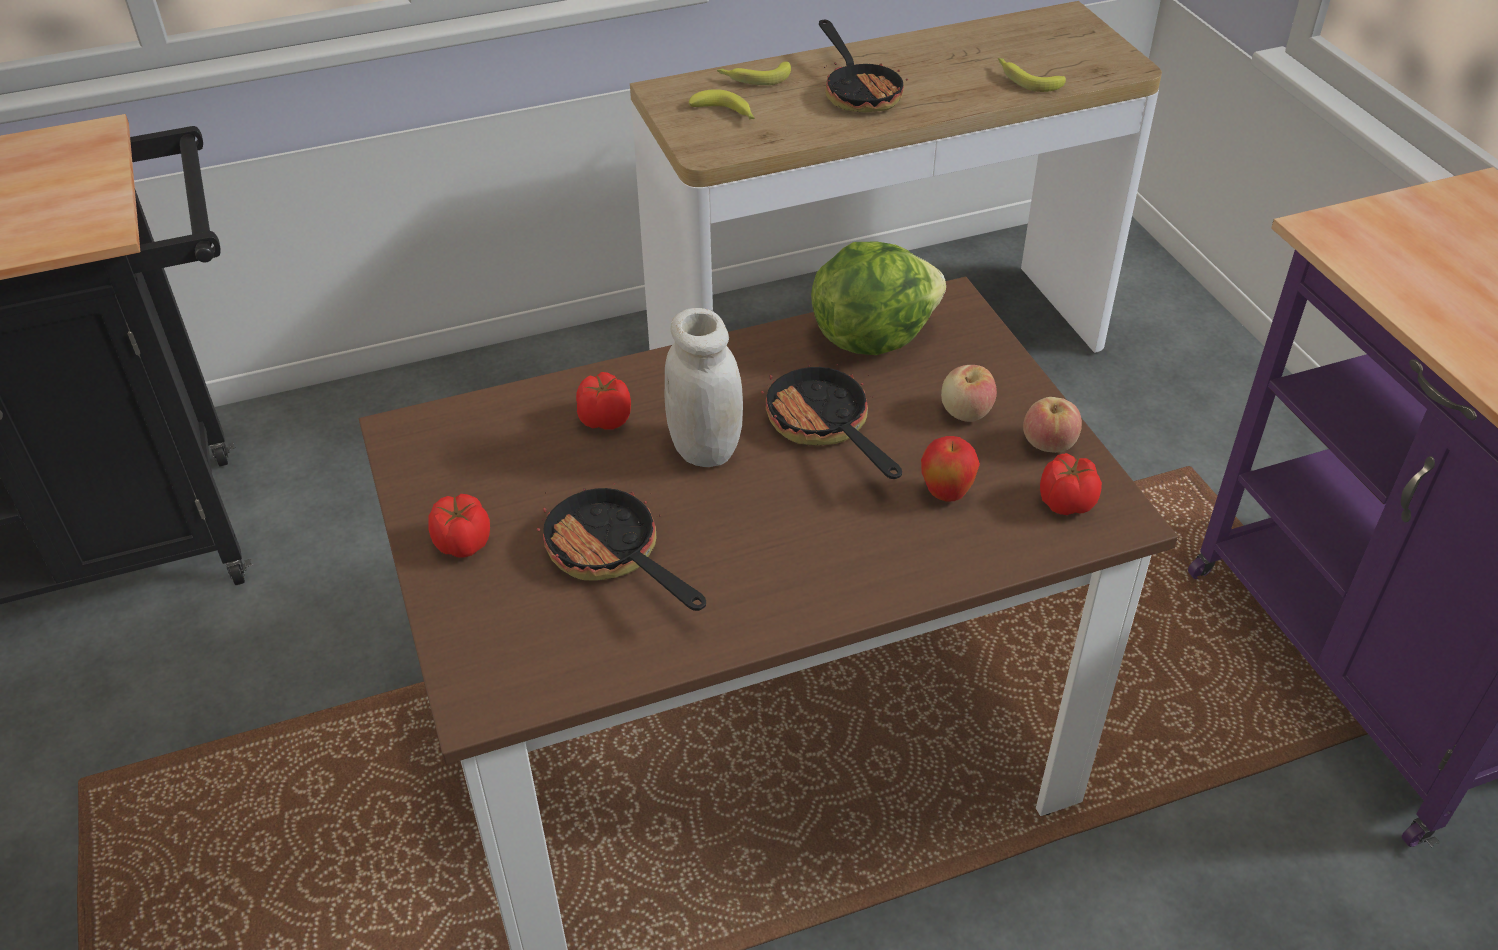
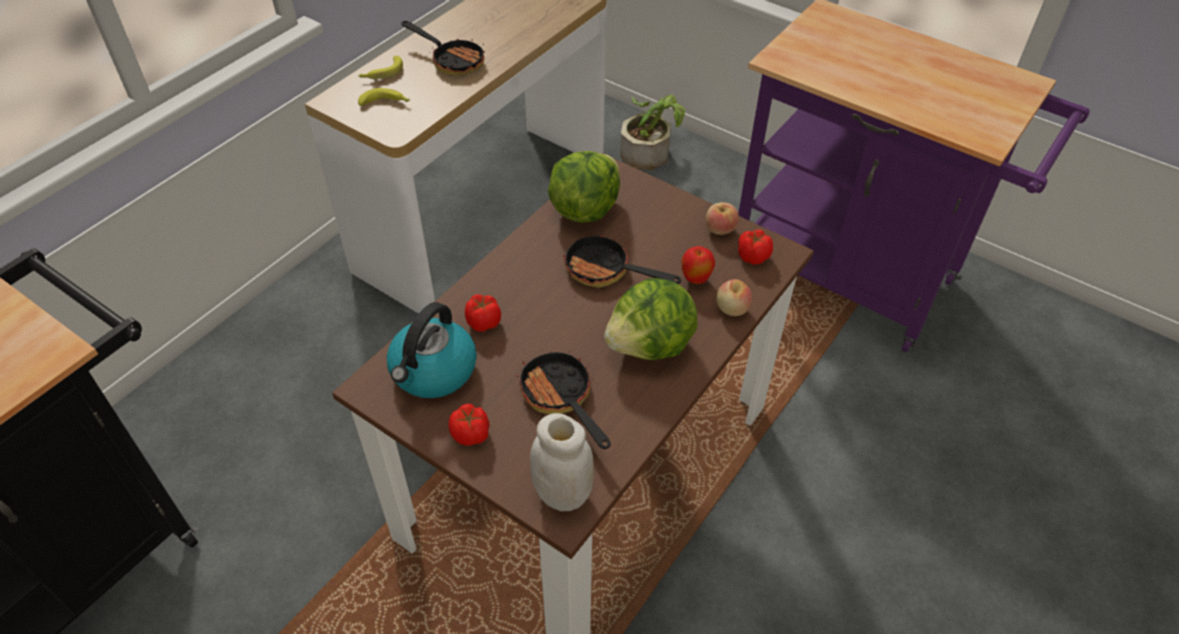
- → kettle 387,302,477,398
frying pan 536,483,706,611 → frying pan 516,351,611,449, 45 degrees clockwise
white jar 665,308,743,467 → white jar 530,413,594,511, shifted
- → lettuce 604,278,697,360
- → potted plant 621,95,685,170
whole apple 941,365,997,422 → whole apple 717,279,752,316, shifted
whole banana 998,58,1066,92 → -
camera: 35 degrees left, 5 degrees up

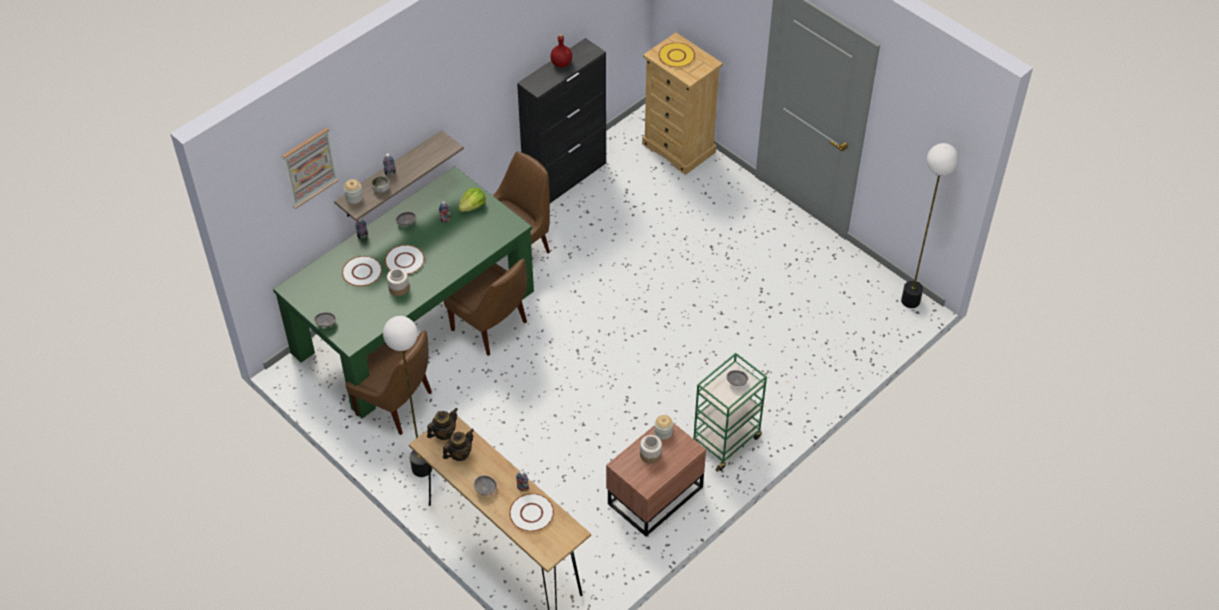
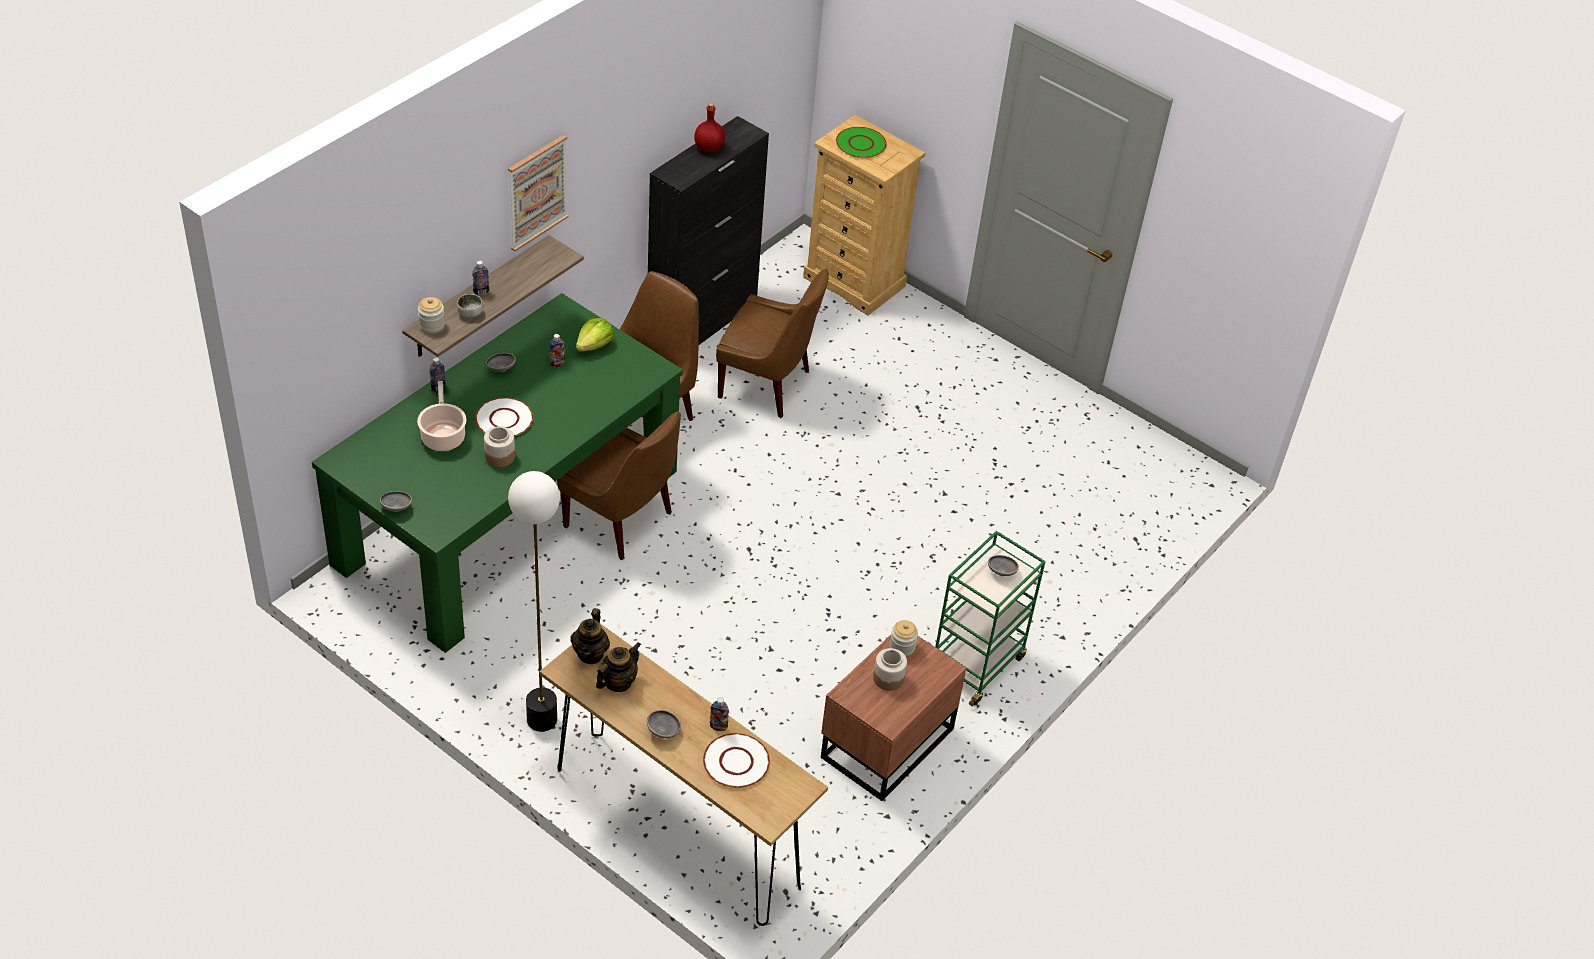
white flat dish 342,256,382,286 → cooking pot 417,381,466,451
wall art 282,127,339,209 → wall art 508,135,568,251, shifted
teapot 427,408,458,440 → teapot 570,608,610,664, 150 degrees clockwise
brown-coloured upright chair 346,330,432,435 → brown-coloured upright chair 716,268,829,418, shifted
yellow-coloured flat dish 659,42,695,68 → green flat dish 836,127,887,158
standard lamp 901,143,959,308 → -
camera: 10 degrees left, 5 degrees down

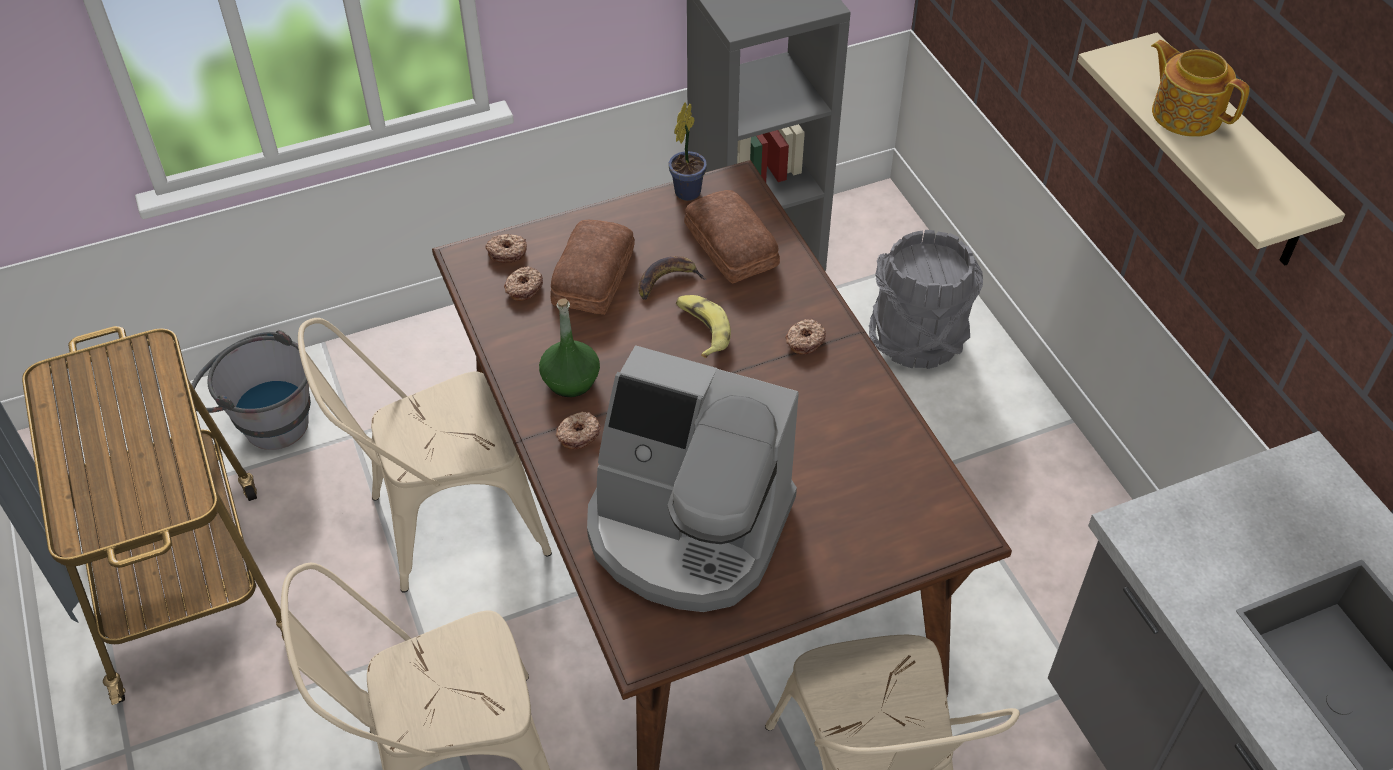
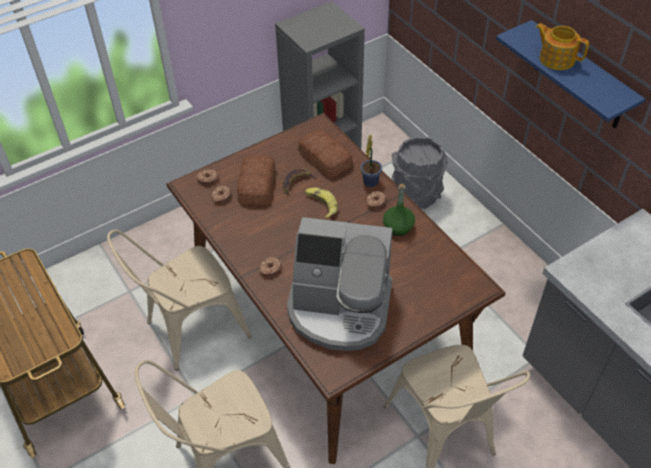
potted plant 669,102,707,201 → potted plant 361,135,382,187, shifted
green drink bottle 539,298,600,397 → green drink bottle 383,184,415,236, shifted
sand-coloured wall shelf 1078,33,1345,266 → bluish wall shelf 496,20,645,128
grey bucket 191,330,311,450 → -
camera: 10 degrees left, 0 degrees up

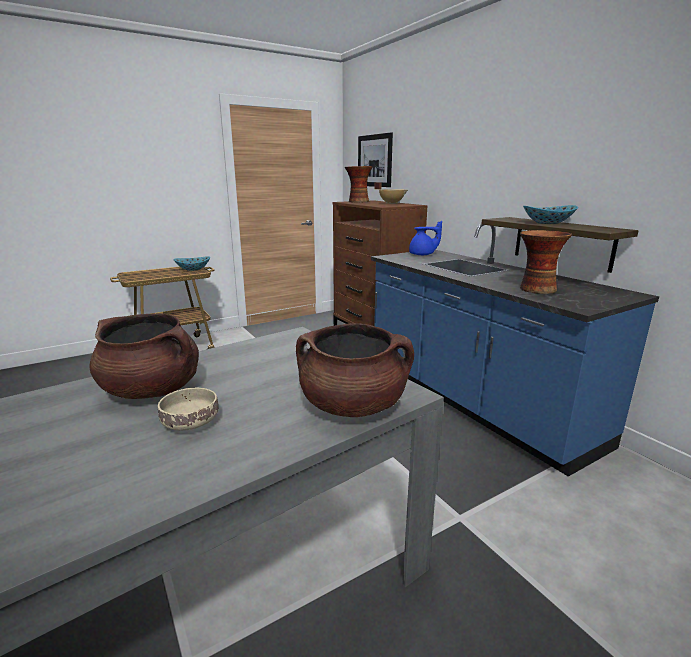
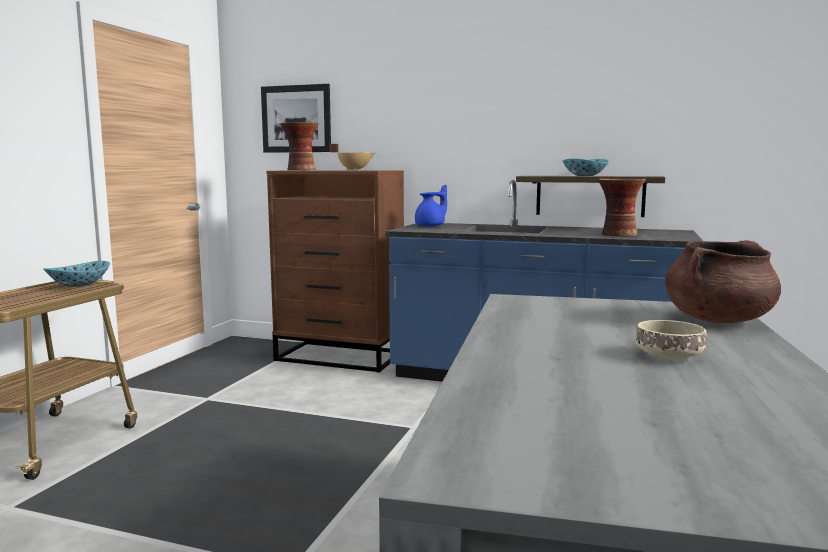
brown-coloured cooking pot 90,313,199,399 → -
camera: 40 degrees left, 10 degrees down

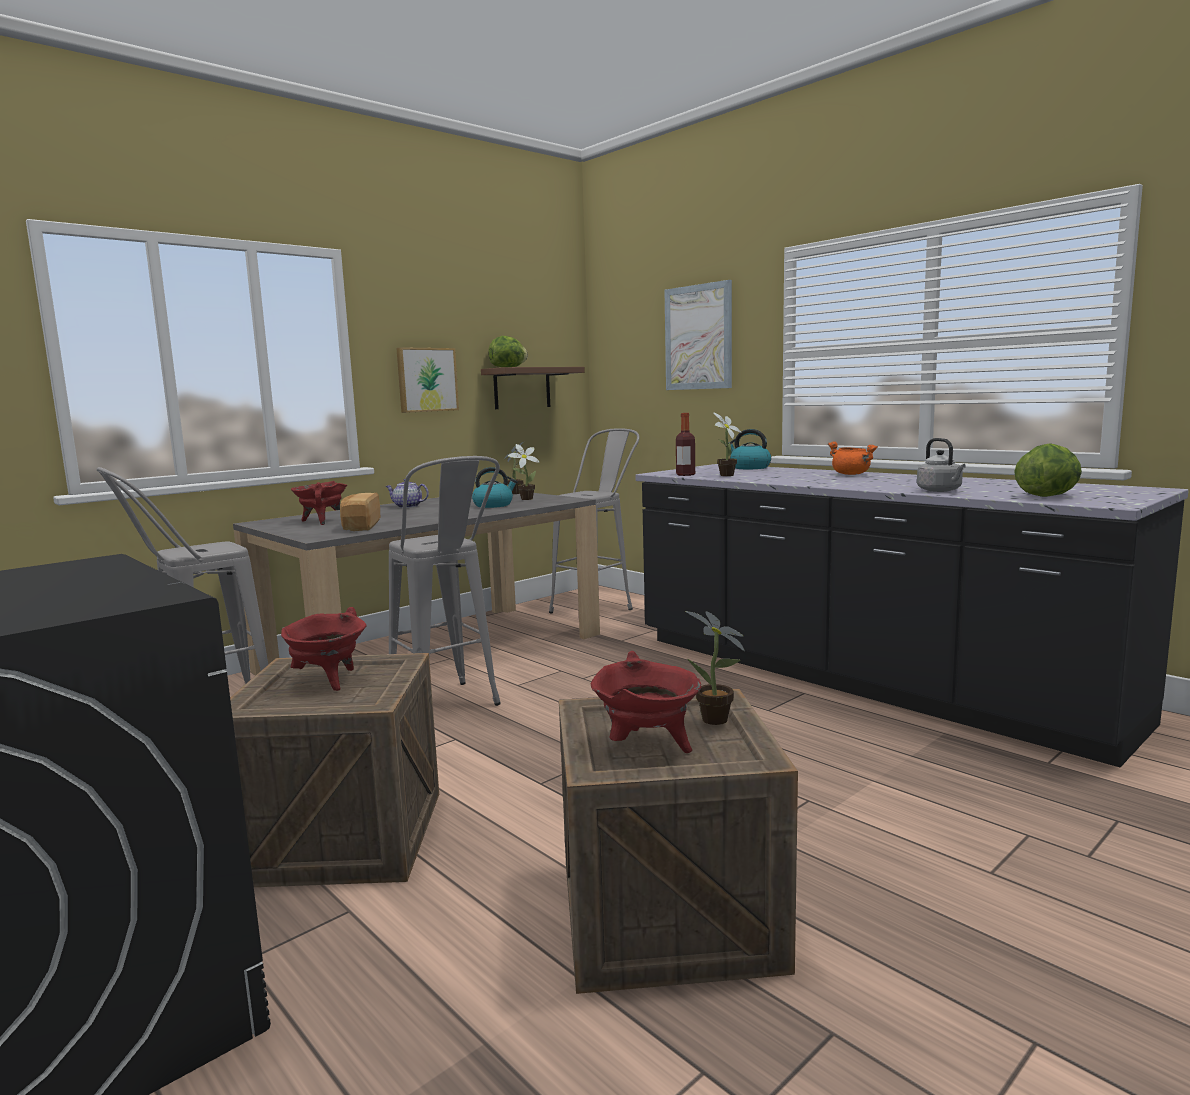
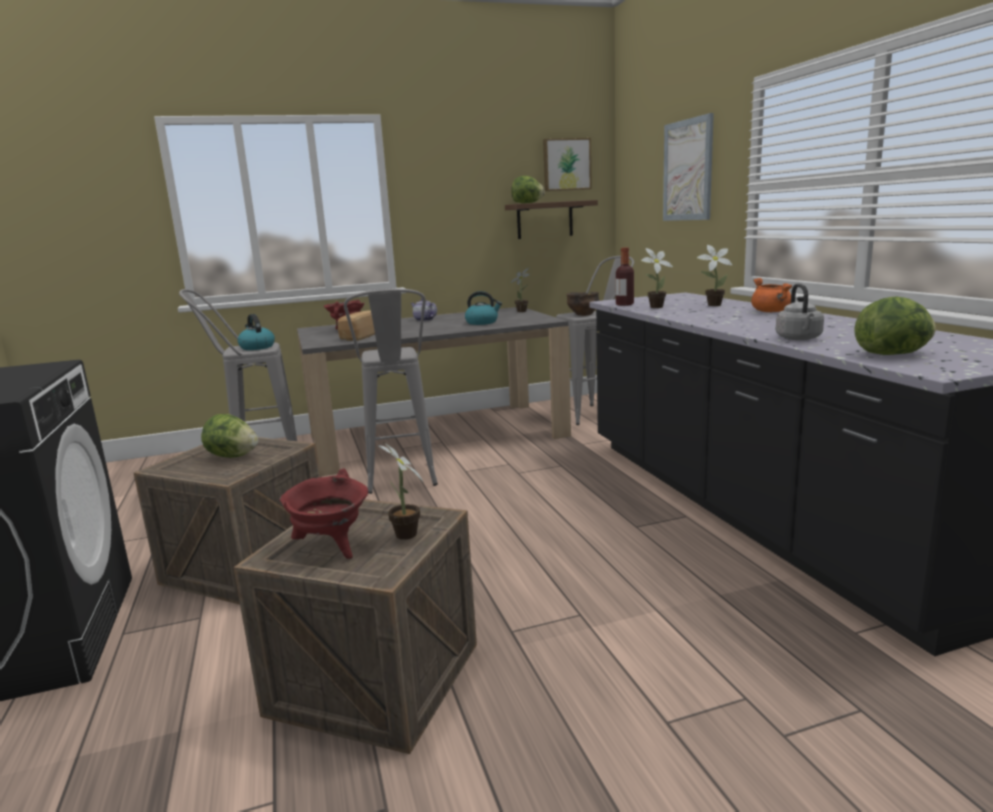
red cooking pot 281,607,367,691 → lettuce 201,414,258,458
kettle 725,429,771,469 → kettle 237,314,275,350, shifted
wall art 396,347,459,413 → wall art 543,138,592,191, shifted
- → bowl 566,292,600,316
potted plant 508,444,540,500 → potted plant 697,245,732,306, shifted
camera: 25 degrees right, 5 degrees up

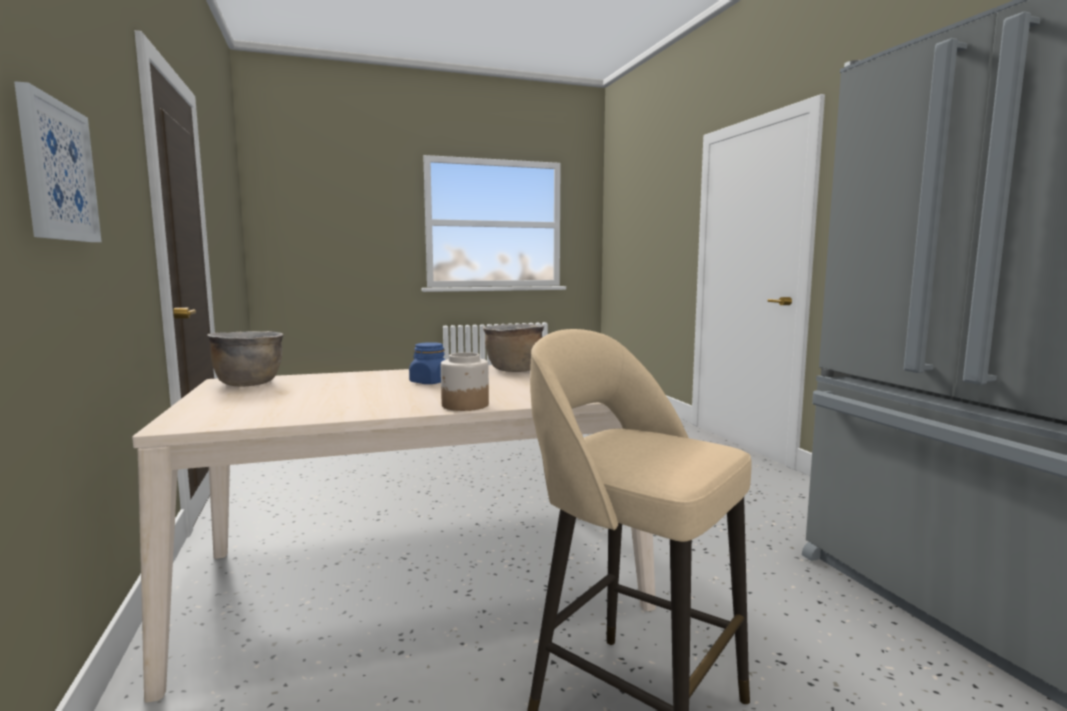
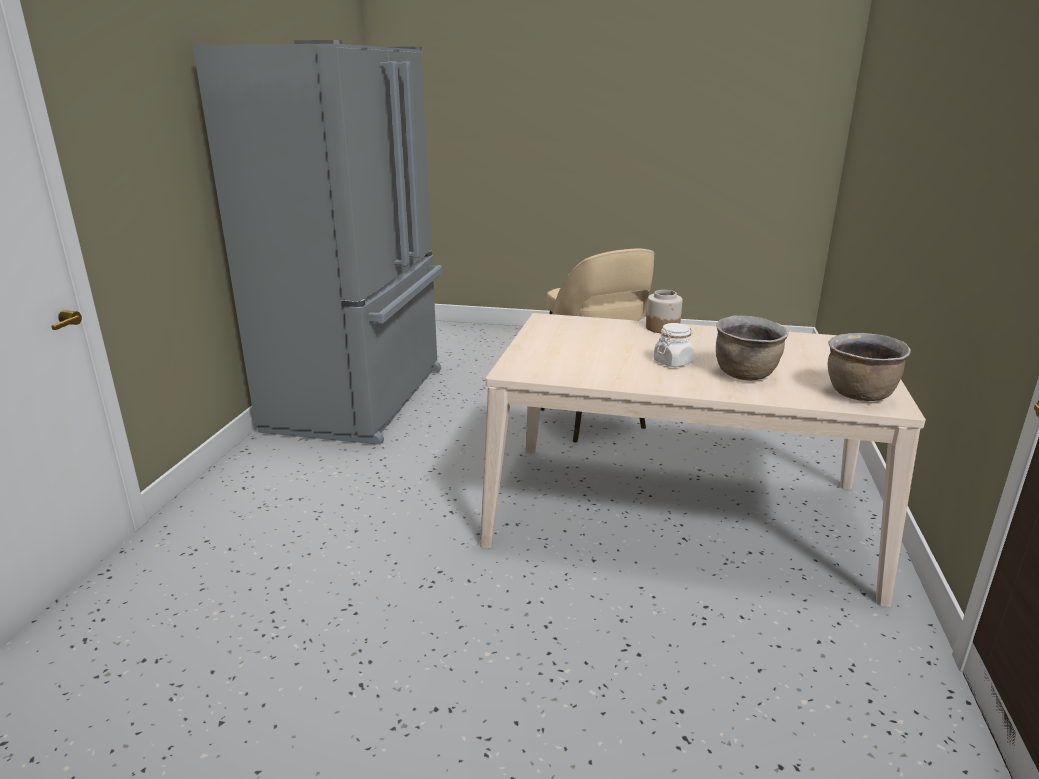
bluish jar 409,342,445,384 → white jar 654,323,694,367
brown-coloured cooking pot 483,324,544,372 → brown-coloured cooking pot 716,315,789,381, shifted
wall art 14,81,102,242 → -
camera: 150 degrees left, 15 degrees up

